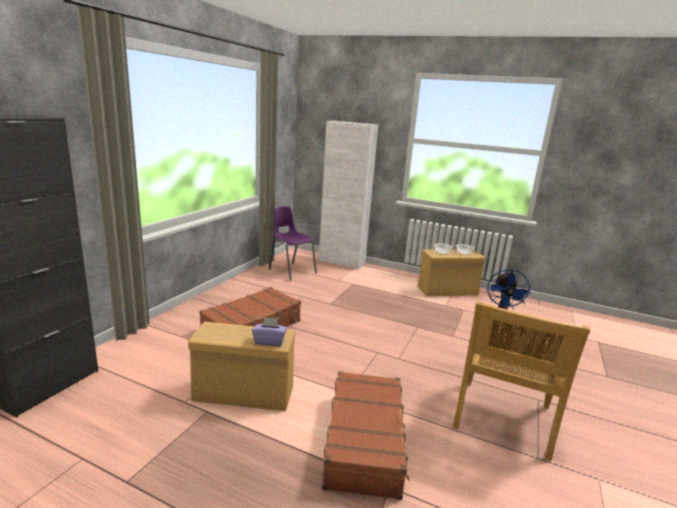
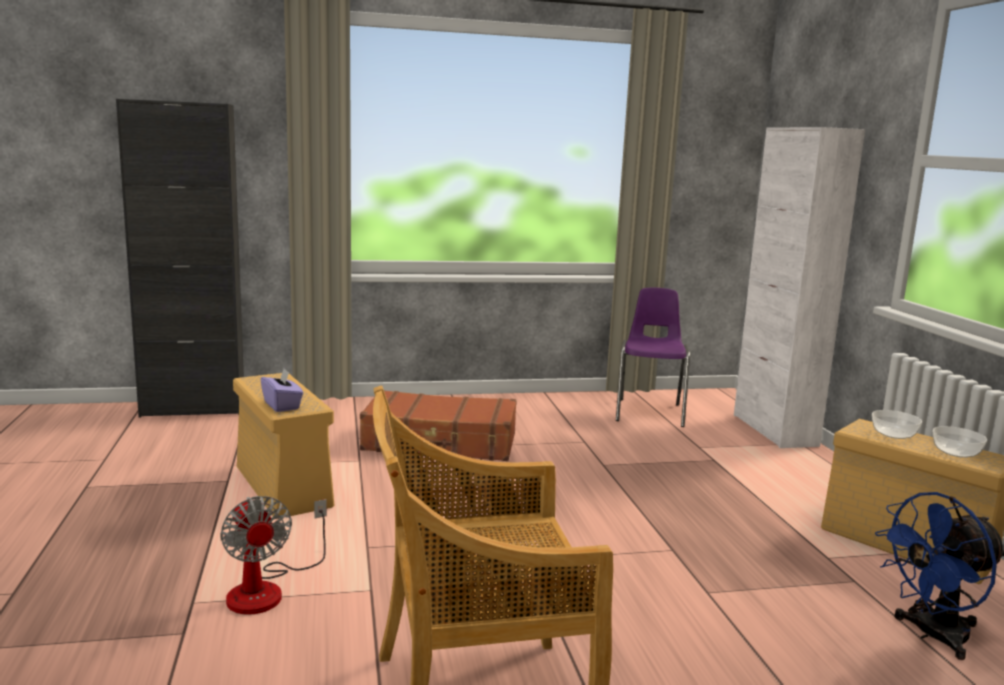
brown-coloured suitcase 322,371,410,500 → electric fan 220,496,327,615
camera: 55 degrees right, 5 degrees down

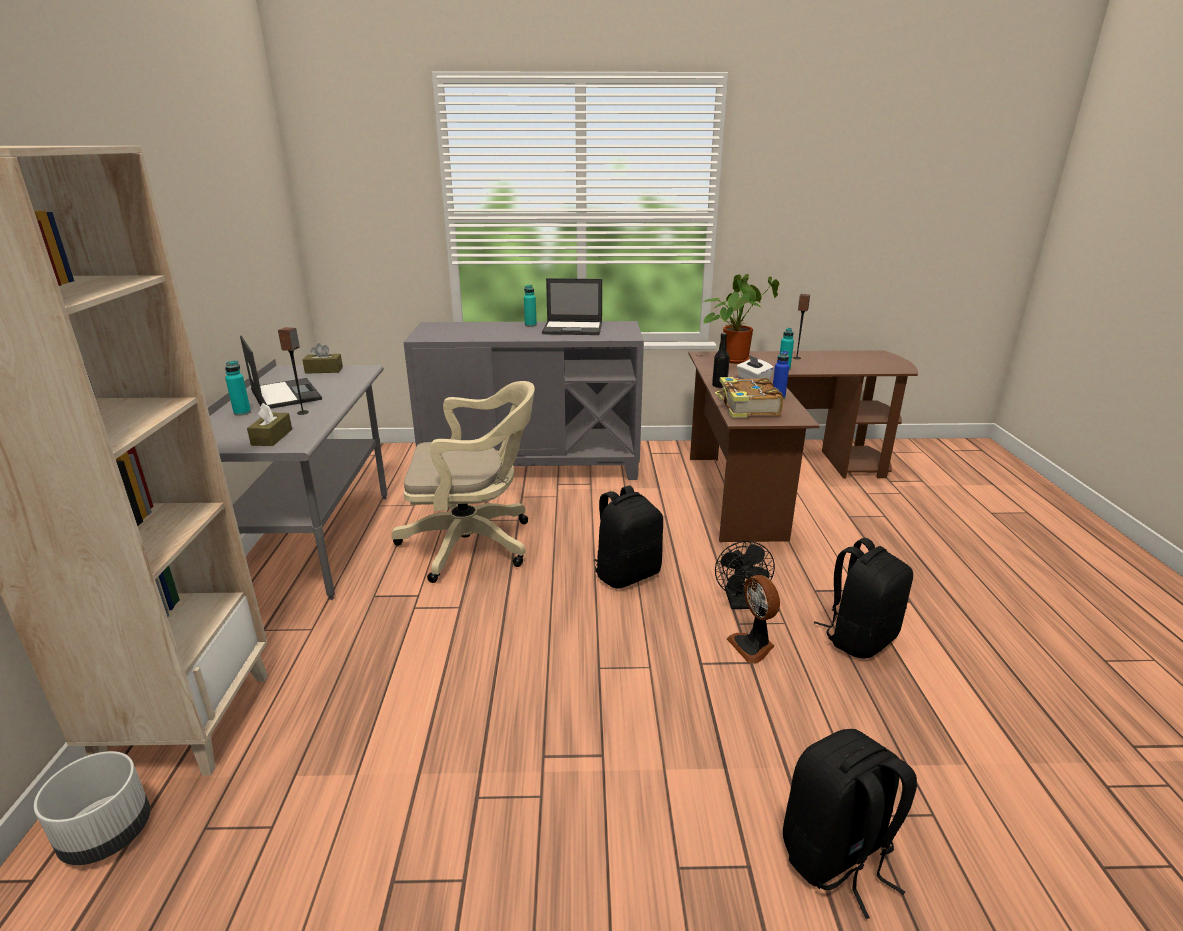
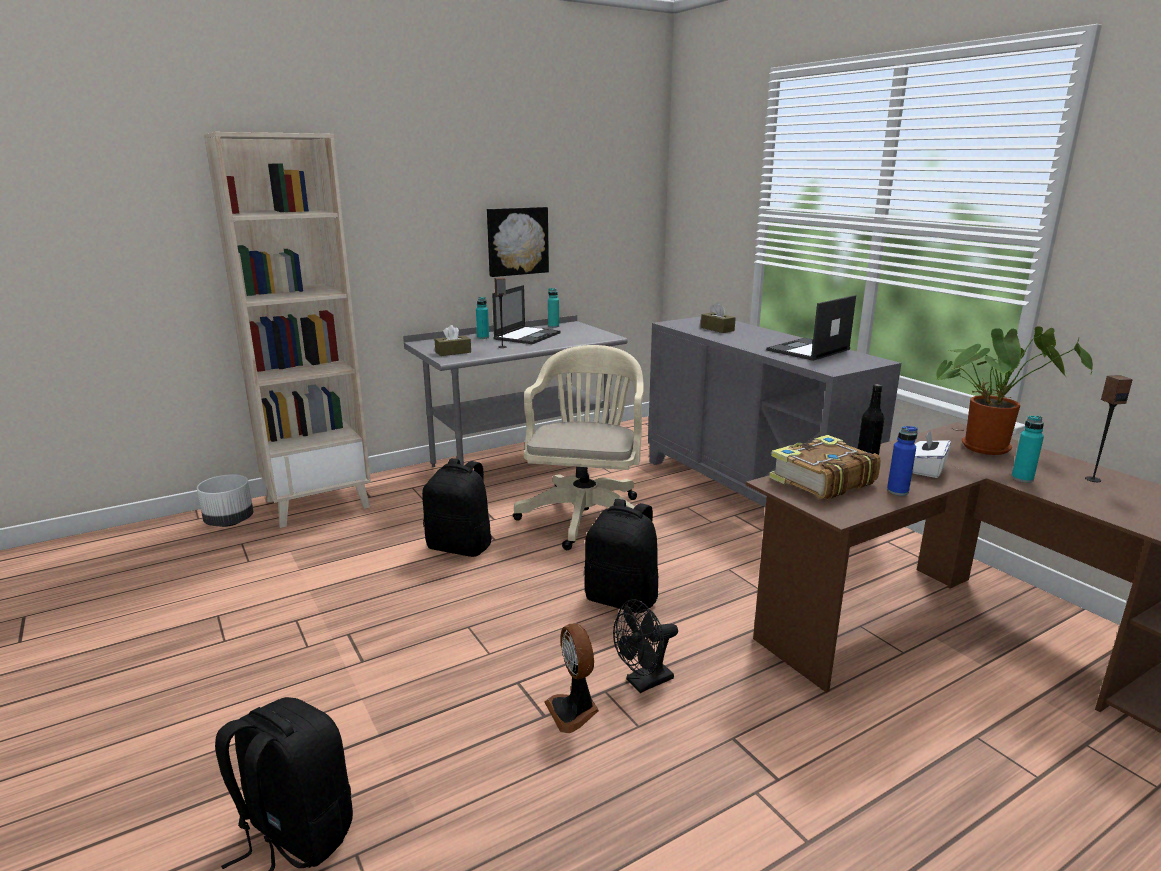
black rucksack 814,538,913,658 → black rucksack 422,458,492,557, shifted
- → wall art 487,207,549,277
sand-coloured computer chair 391,381,535,583 → sand-coloured computer chair 513,345,643,550, 135 degrees counterclockwise
electric fan 727,575,780,664 → electric fan 544,623,599,733, 60 degrees counterclockwise
blue-green drink bottle 524,285,537,327 → blue-green drink bottle 548,288,559,328, shifted
brown-coloured tissue box 303,343,343,374 → brown-coloured tissue box 701,302,736,333, shifted
portable computer 542,278,602,335 → portable computer 766,295,856,361, 75 degrees clockwise
camera: 60 degrees right, 5 degrees down

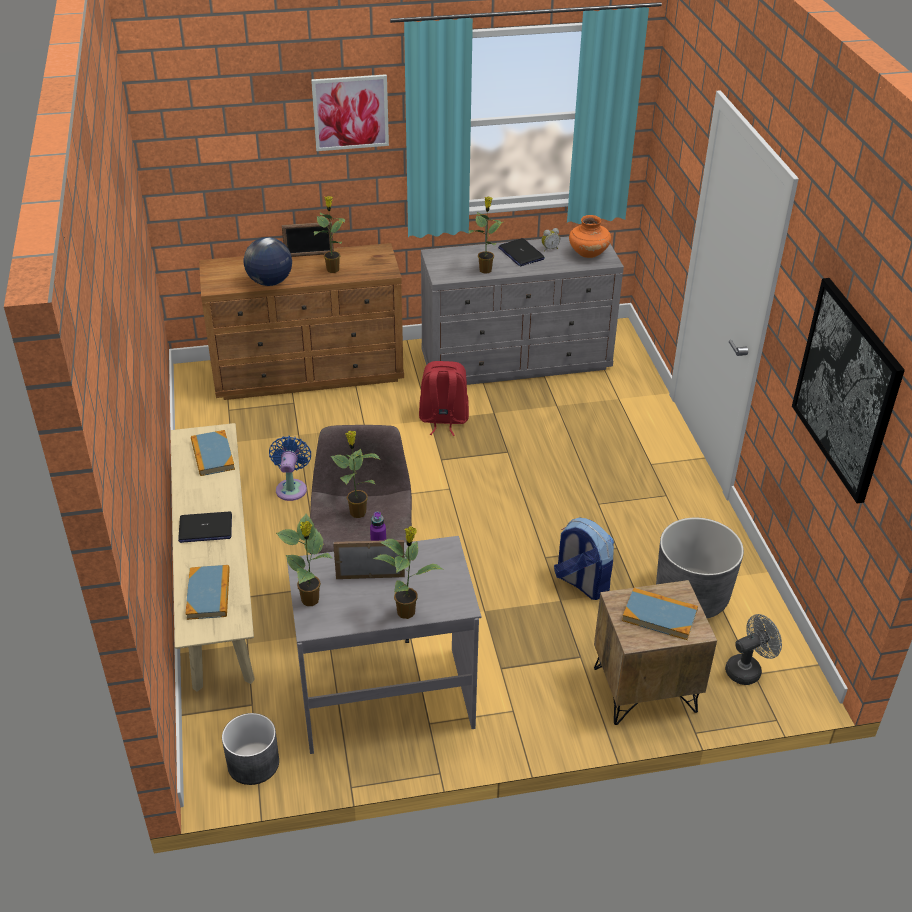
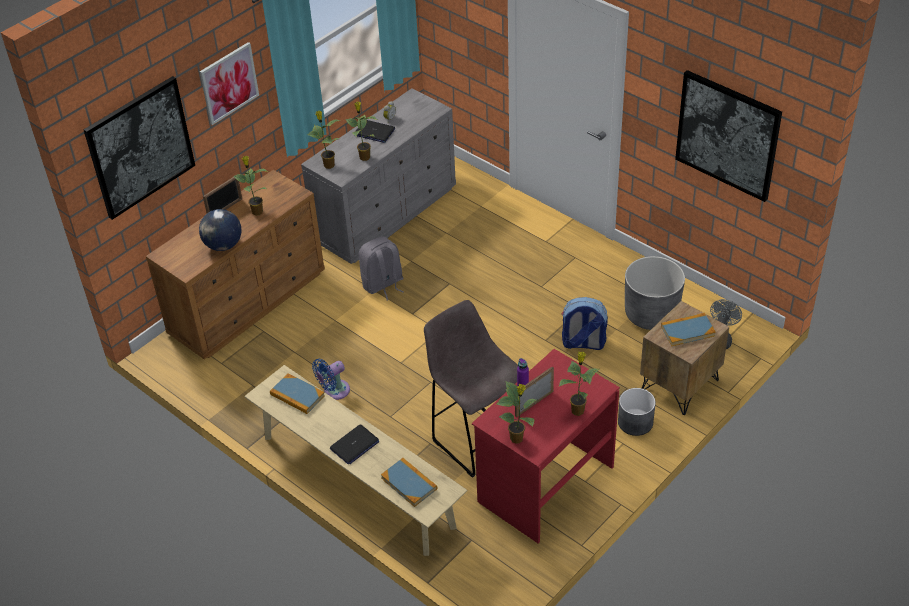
- → wall art 84,76,195,220
potted plant 331,431,381,518 → potted plant 307,111,340,169, shifted
bluish electric fan 269,436,311,501 → bluish electric fan 312,359,350,400, 90 degrees counterclockwise
red rucksack 419,361,469,436 → grey rucksack 359,237,404,300
grey desk unit 287,536,481,754 → red desk unit 472,349,620,544
grey plant pot 222,713,279,785 → grey plant pot 618,388,656,436, shifted
orangey decorative vase 569,215,611,258 → -
camera: 35 degrees left, 5 degrees up

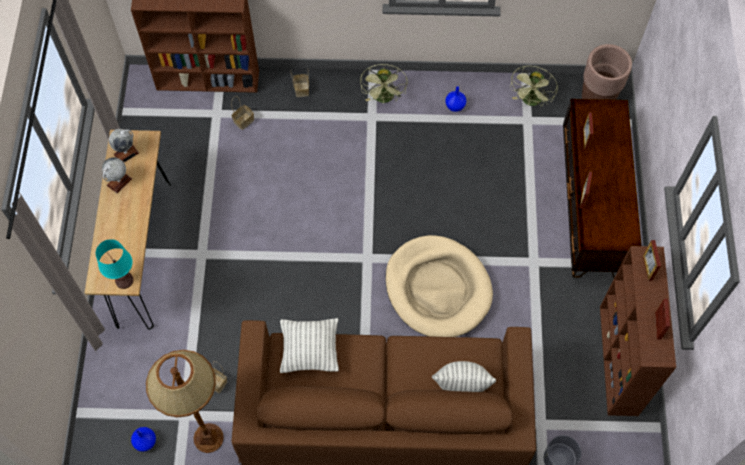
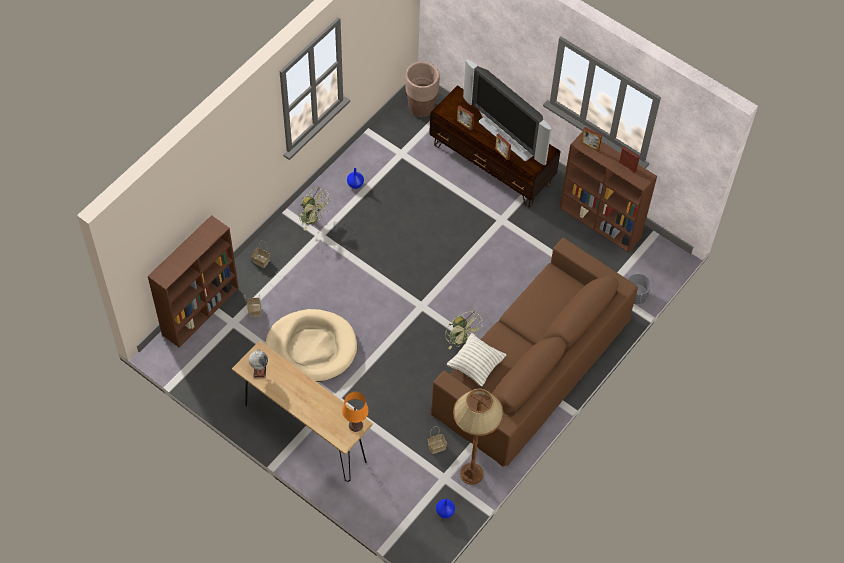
sand-coloured dog cushion 385,235,493,337 → sand-coloured dog cushion 265,309,357,382, shifted
blue-green table lamp 96,239,133,289 → orangey table lamp 342,392,369,432
green electric fan 510,66,558,107 → green electric fan 445,311,483,349, shifted
- → TV set 463,59,552,165
globe 102,157,132,193 → -
throw pillow 432,361,496,392 → -
camera: 55 degrees left, 5 degrees down

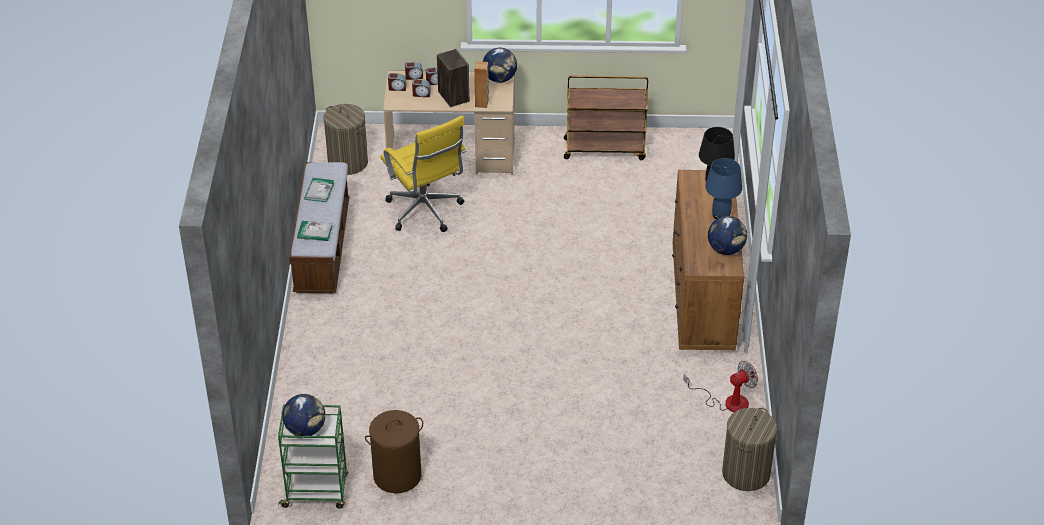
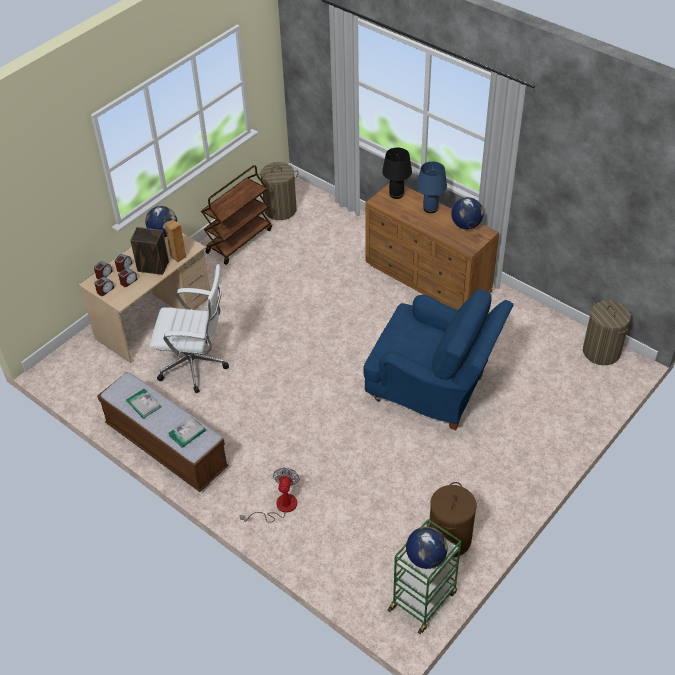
yellow-coloured computer chair 380,116,467,232 → white computer chair 149,264,229,393
electric fan 683,361,758,412 → electric fan 240,468,300,523, shifted
washing basket 323,104,368,175 → washing basket 257,162,298,220, shifted
- → bluish lounge chair 363,289,514,430
camera: 50 degrees left, 5 degrees up

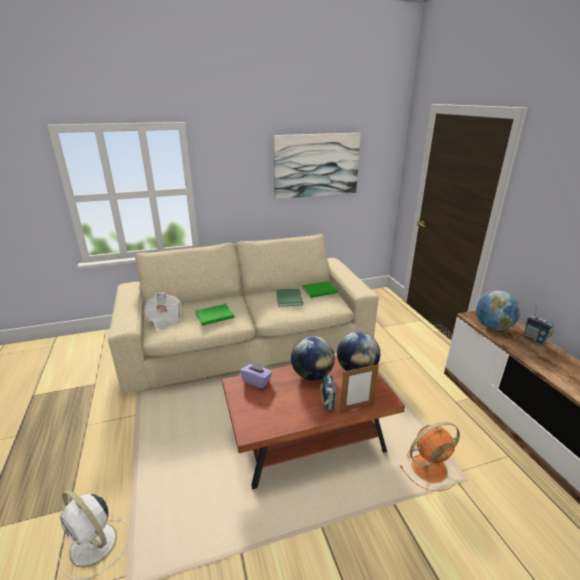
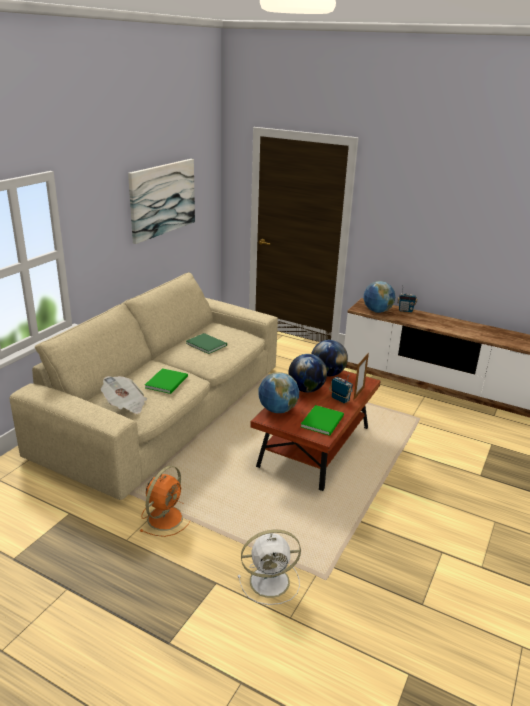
orangey electric fan 400,422,460,491 → orangey electric fan 140,466,190,537, shifted
purple-coloured tissue box 240,361,272,388 → globe 258,372,299,413
green book 302,281,338,298 → green book 301,405,344,436, shifted
camera: 45 degrees left, 0 degrees up

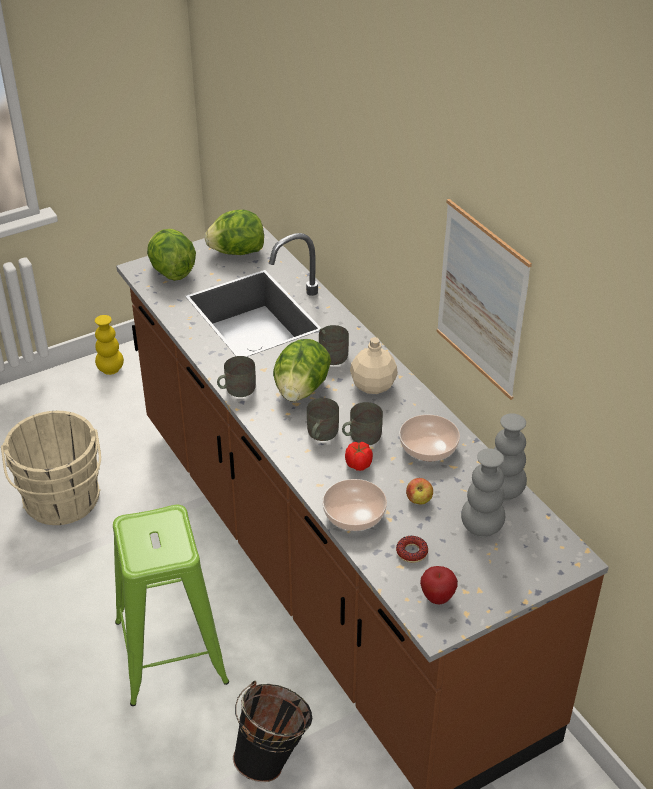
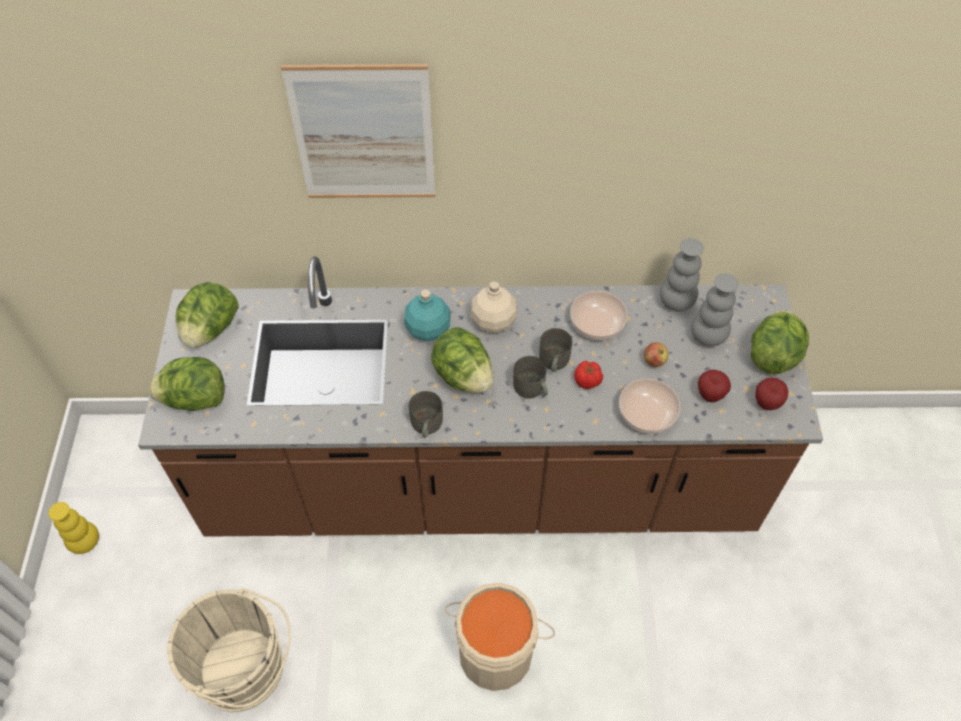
wall art 437,199,532,400 → wall art 281,64,435,198, shifted
grey tea mug 319,325,349,365 → blue-green drink bottle 404,289,451,341
green stool seat 113,505,229,706 → sand-coloured bucket 445,583,555,691
donut 396,536,428,563 → whole apple 698,370,731,402
- → lettuce 751,310,809,374
black bucket 233,681,312,782 → -
camera: 60 degrees left, 15 degrees up

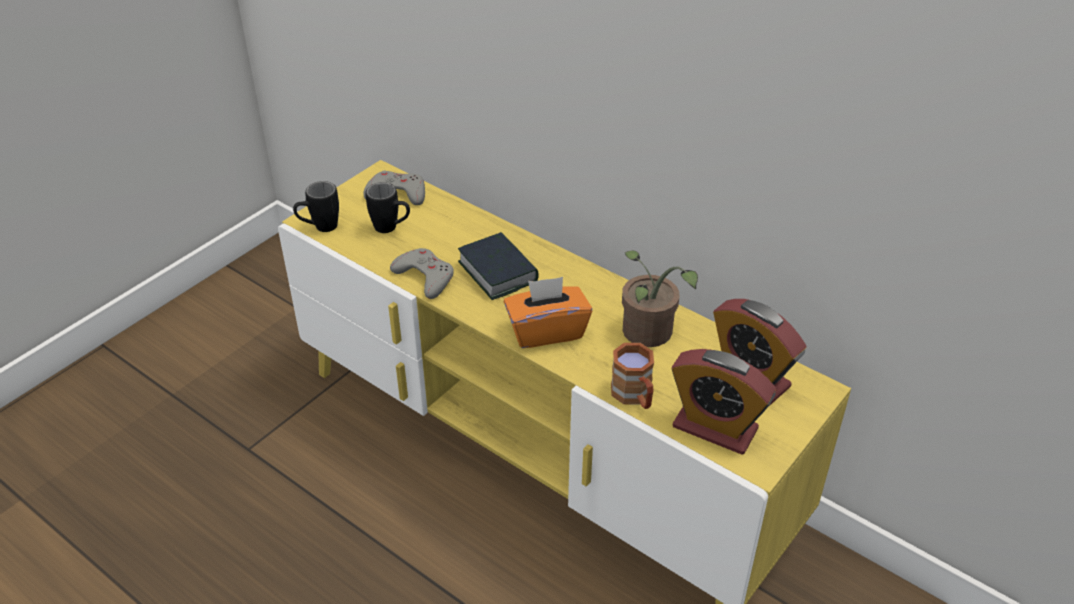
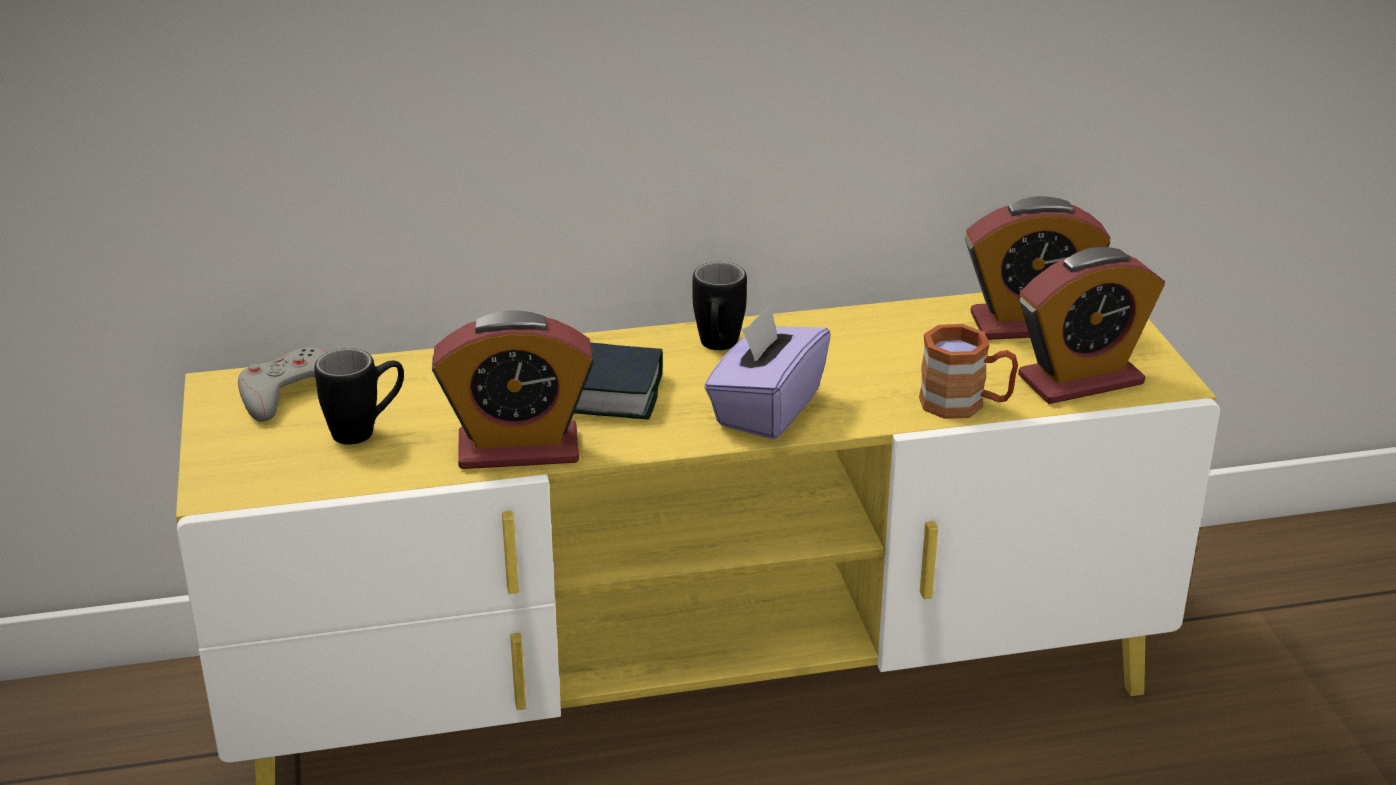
grey gamepad 390,248,454,299 → bedside clock 432,310,594,469
black tea mug 293,181,339,232 → black tea mug 693,262,747,350, shifted
orangey tissue box 504,277,592,348 → purple-coloured tissue box 704,305,831,440
potted plant 622,251,698,347 → -
camera: 50 degrees left, 10 degrees down

